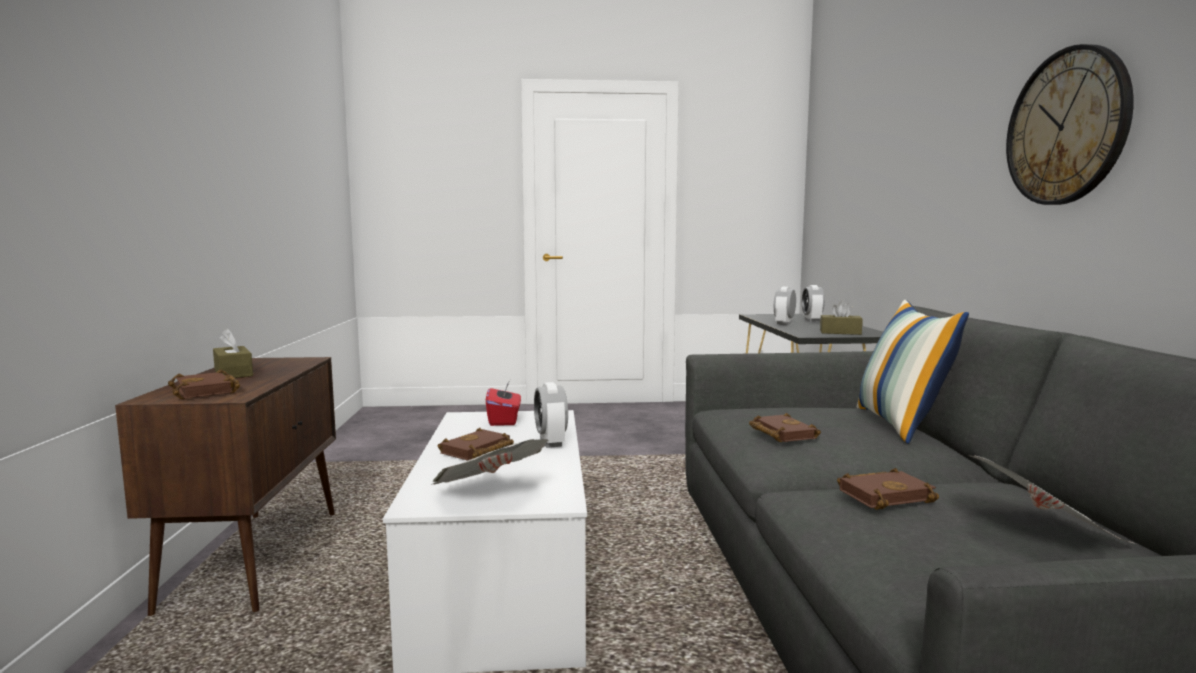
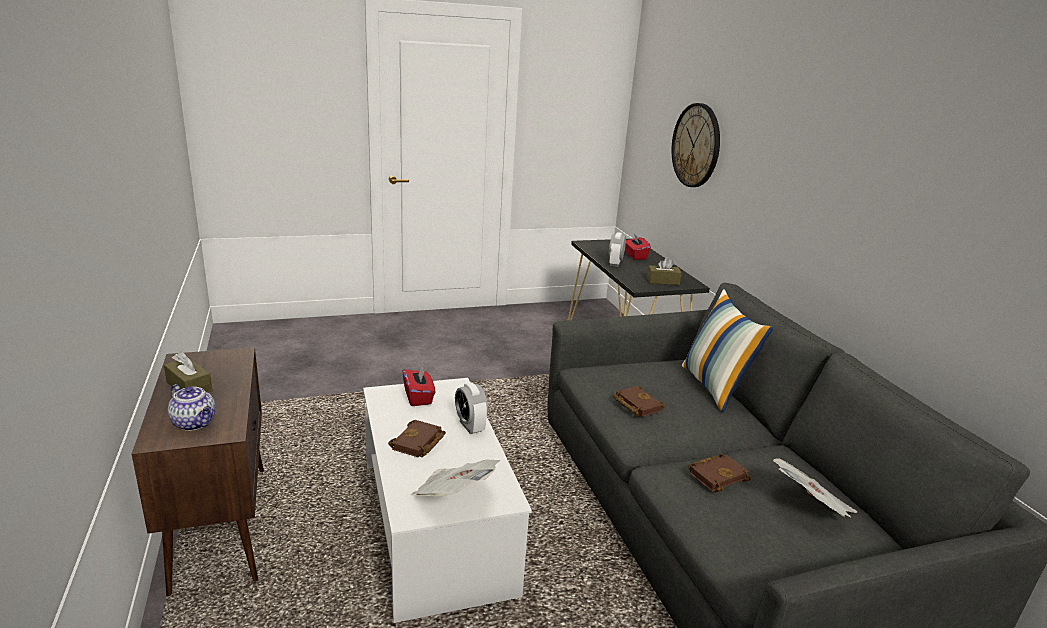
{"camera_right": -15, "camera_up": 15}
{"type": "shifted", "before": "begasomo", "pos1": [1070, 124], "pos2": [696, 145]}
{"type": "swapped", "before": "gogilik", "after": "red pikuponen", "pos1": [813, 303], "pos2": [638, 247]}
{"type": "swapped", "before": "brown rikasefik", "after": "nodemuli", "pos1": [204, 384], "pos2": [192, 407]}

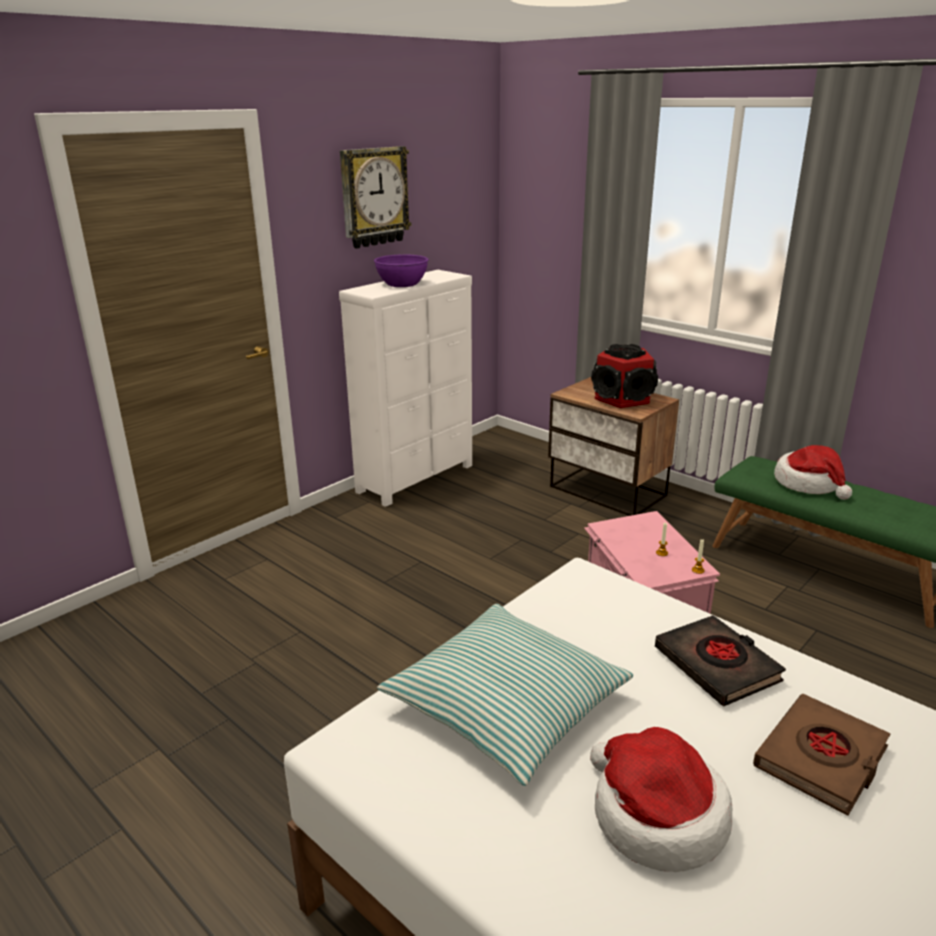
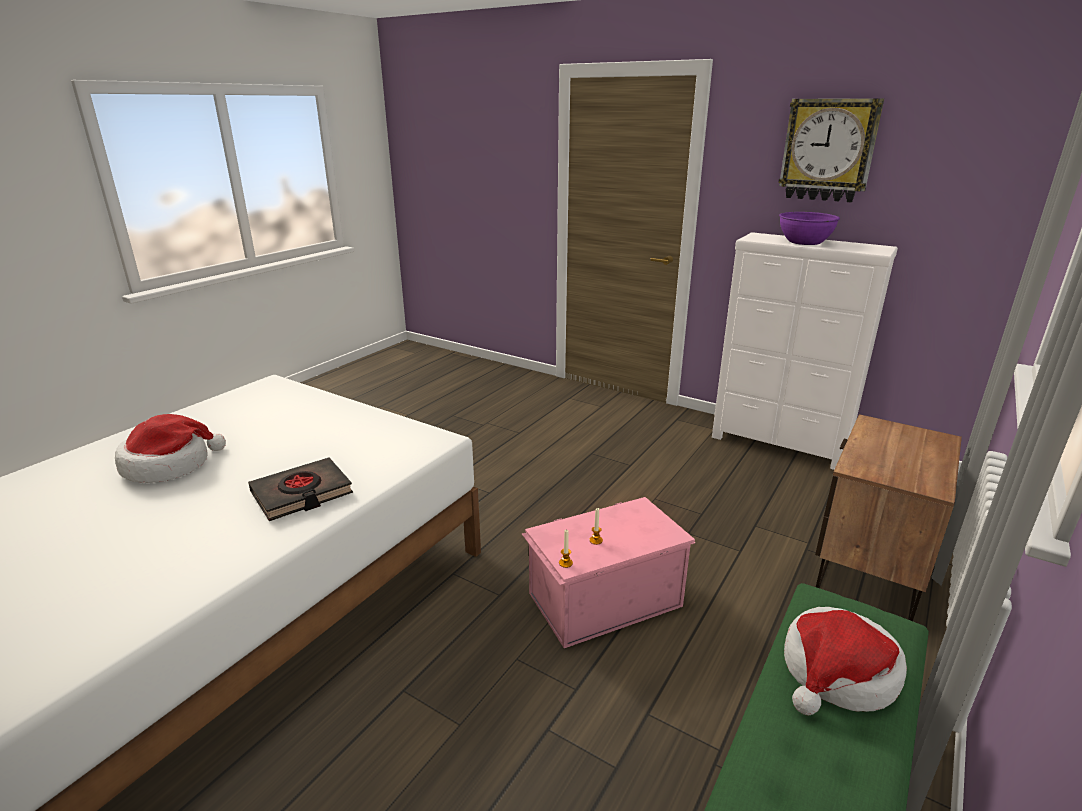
{"camera_right": 80, "camera_up": 0}
{"type": "gone", "before": "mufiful", "pos1": [624, 376]}
{"type": "gone", "before": "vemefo", "pos1": [505, 695]}
{"type": "gone", "before": "brown rikasefik", "pos1": [822, 754]}

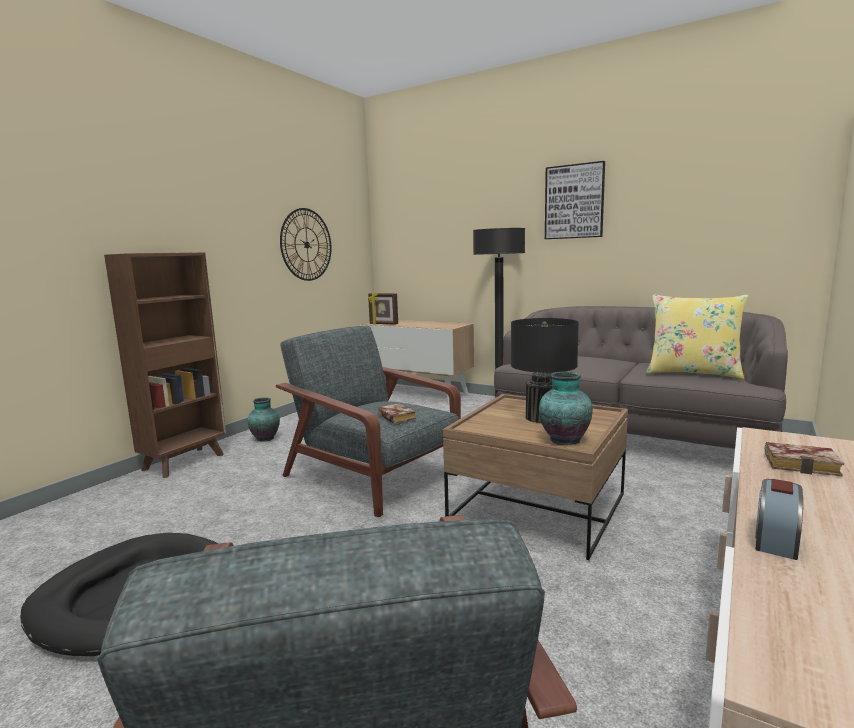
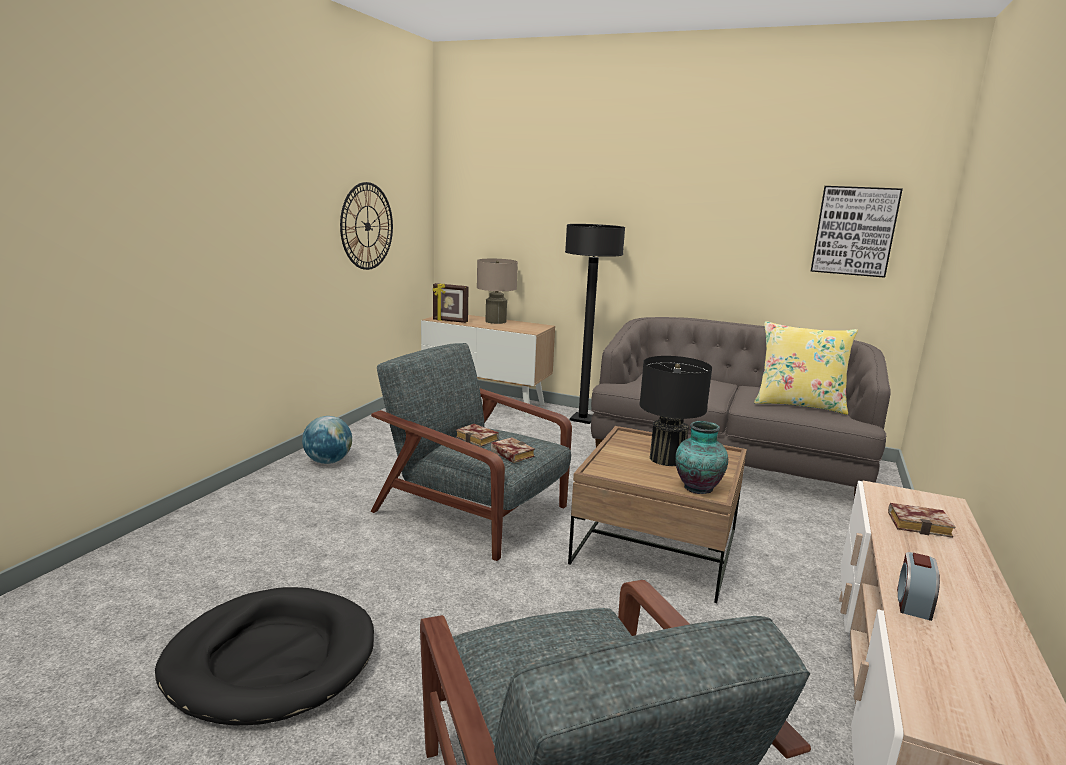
{"camera_right": -10, "camera_up": 5}
{"type": "shifted", "before": "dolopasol", "pos1": [575, 200], "pos2": [857, 232]}
{"type": "gone", "before": "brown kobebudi", "pos1": [165, 365]}
{"type": "swapped", "before": "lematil", "after": "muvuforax", "pos1": [263, 420], "pos2": [327, 440]}
{"type": "new", "after": "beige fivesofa", "pos2": [497, 291]}
{"type": "new", "after": "rikasefik", "pos2": [477, 435]}

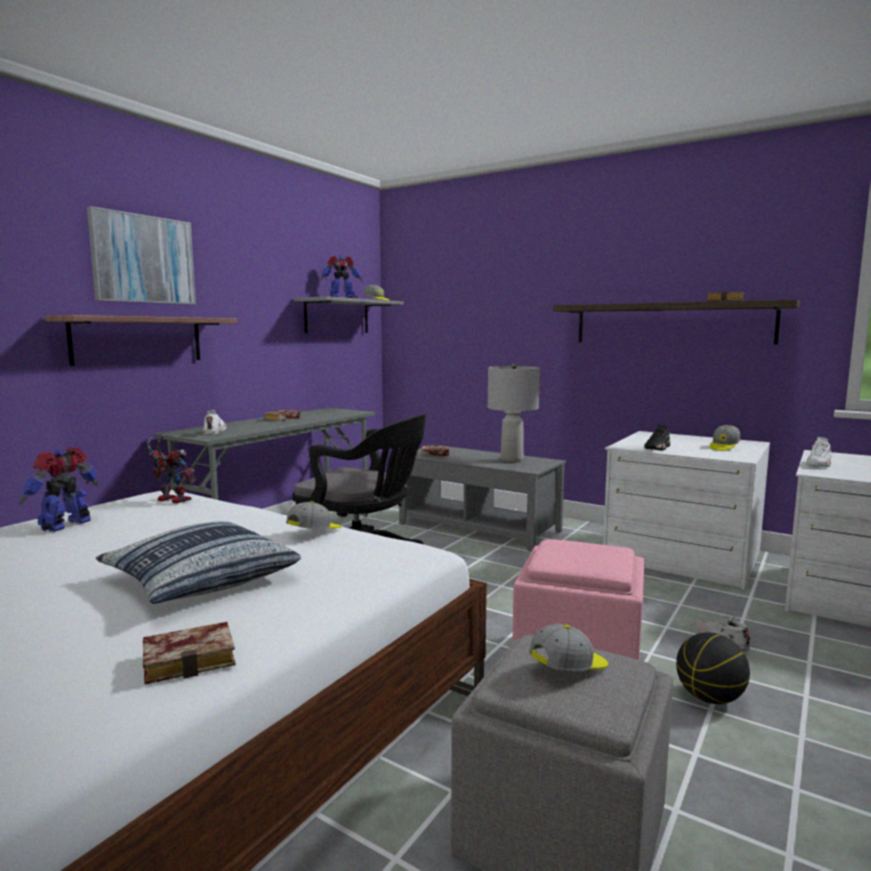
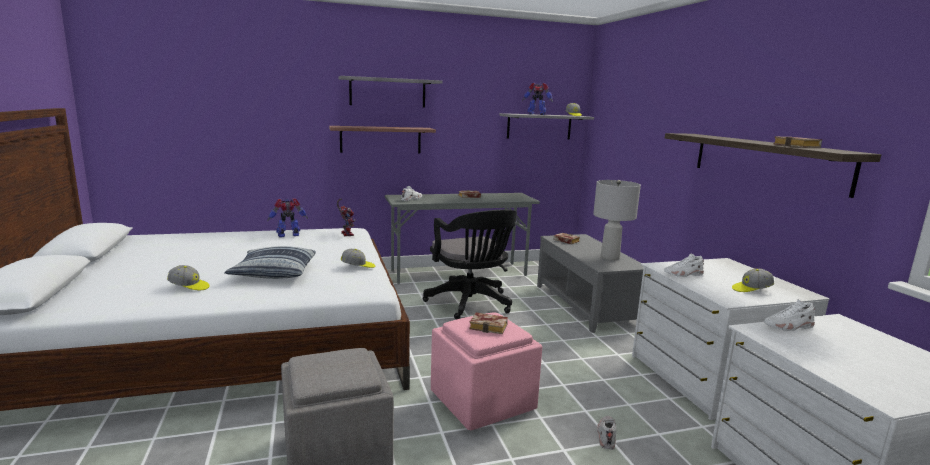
{"camera_right": 40, "camera_up": 5}
{"type": "swapped", "before": "dolopasol", "after": "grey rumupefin", "pos1": [141, 255], "pos2": [391, 92]}
{"type": "repainted", "before": "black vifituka", "after": "white vifituka", "pos1": [657, 437], "pos2": [684, 265]}
{"type": "shifted", "before": "rikasefik", "pos1": [189, 653], "pos2": [488, 323]}
{"type": "shifted", "before": "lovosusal", "pos1": [568, 648], "pos2": [188, 277]}
{"type": "gone", "before": "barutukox", "pos1": [713, 668]}

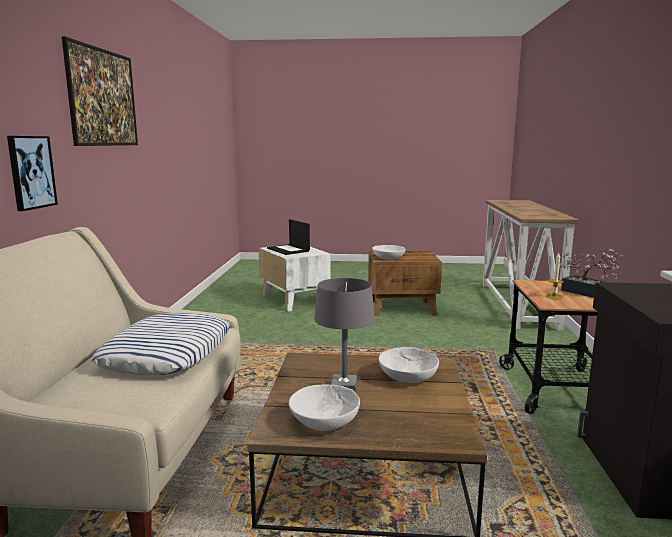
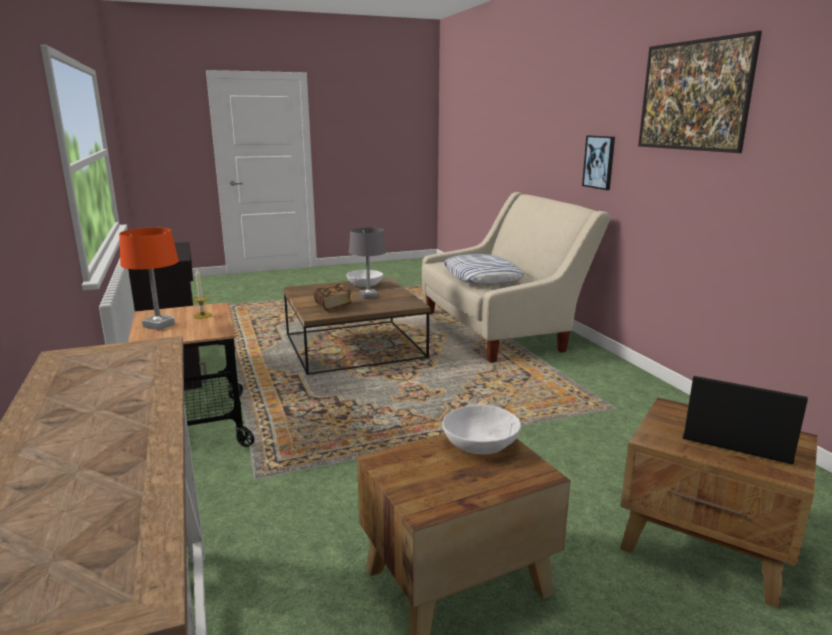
{"camera_right": 155, "camera_up": 5}
{"type": "repainted", "before": "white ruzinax", "after": "brown ruzinax", "pos1": [295, 279], "pos2": [719, 503]}
{"type": "swapped", "before": "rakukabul", "after": "orange fivesofa", "pos1": [591, 273], "pos2": [149, 279]}
{"type": "swapped", "before": "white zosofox", "after": "rikasefik", "pos1": [409, 365], "pos2": [333, 297]}

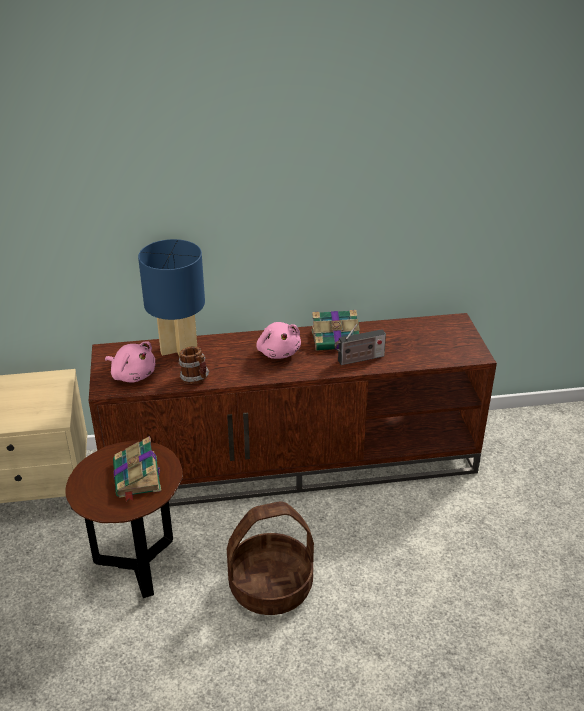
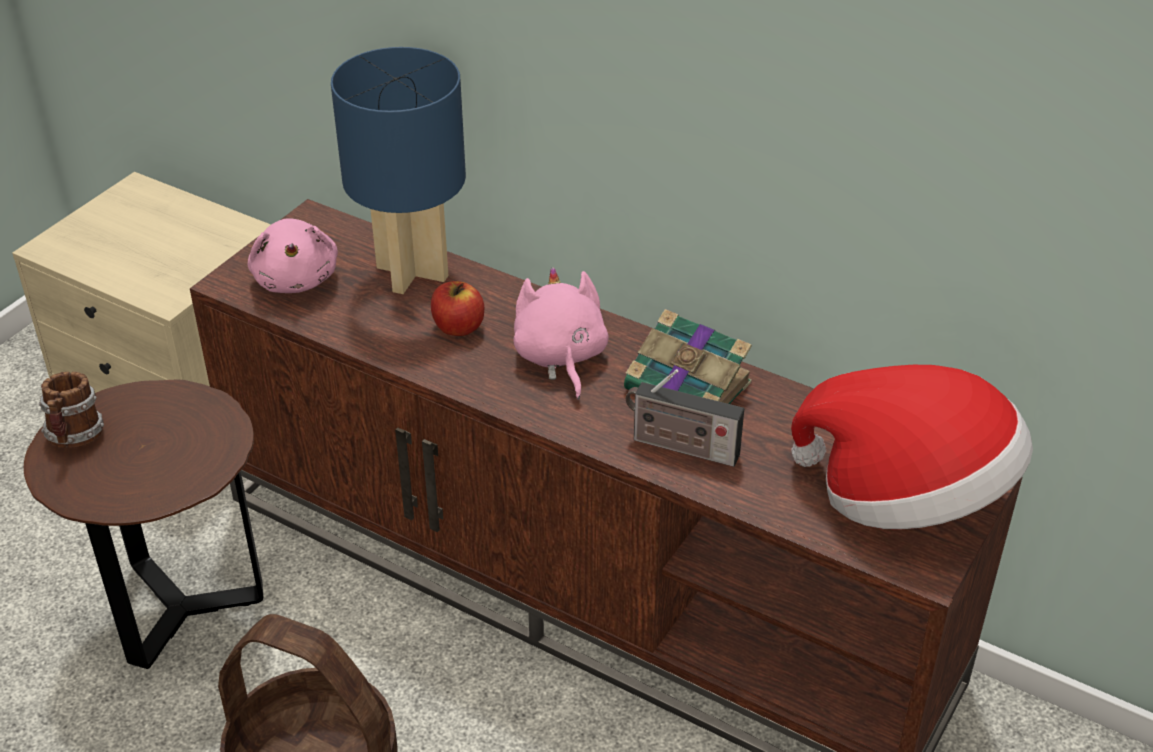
{"camera_right": 40, "camera_up": 5}
{"type": "rotated", "before": "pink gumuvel", "pos1": [278, 340], "pos2": [561, 333], "turn": 150}
{"type": "shifted", "before": "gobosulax", "pos1": [194, 365], "pos2": [71, 410]}
{"type": "gone", "before": "rikasefik", "pos1": [137, 469]}
{"type": "new", "after": "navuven", "pos2": [457, 308]}
{"type": "new", "after": "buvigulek", "pos2": [912, 447]}

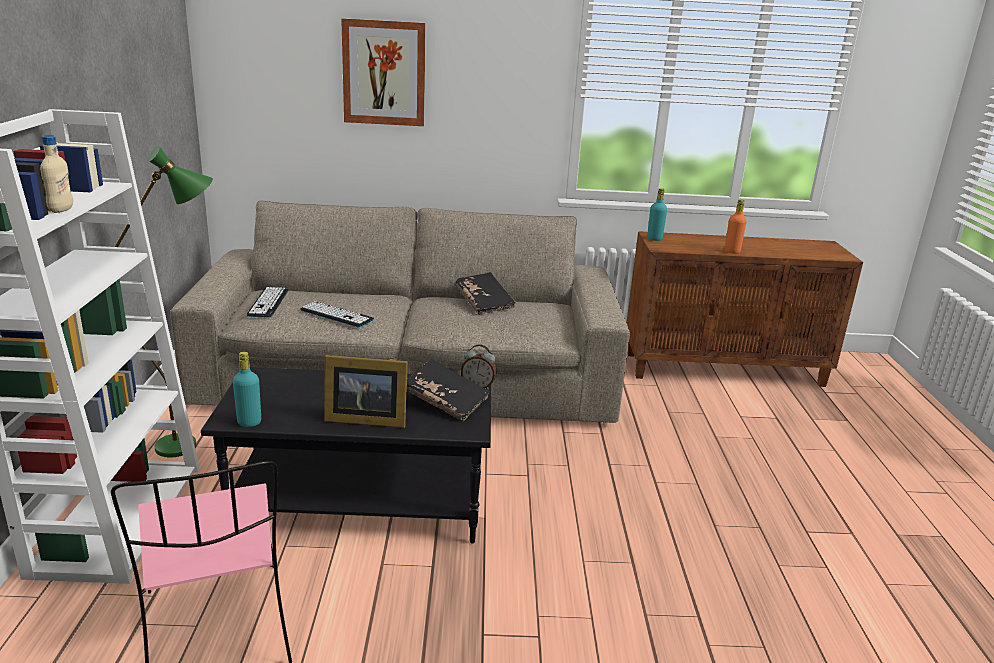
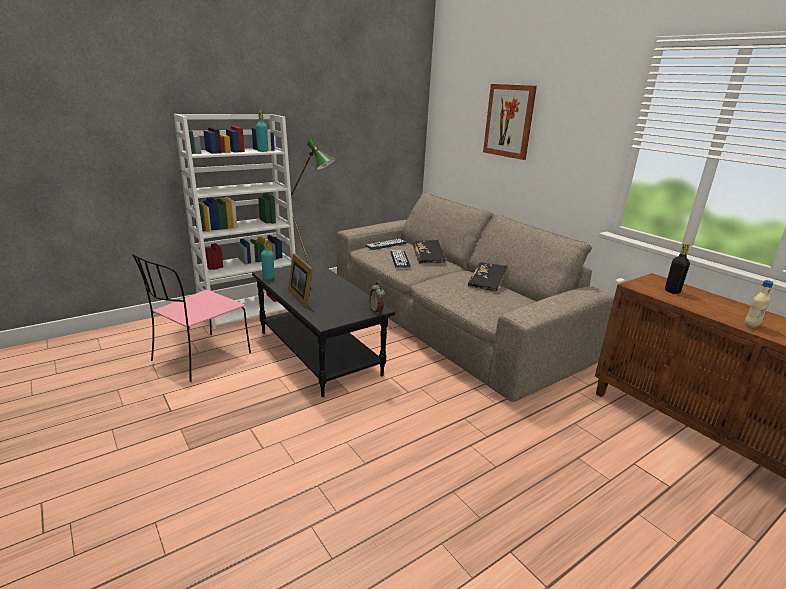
{"camera_right": 55, "camera_up": 0}
{"type": "shifted", "before": "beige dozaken", "pos1": [56, 174], "pos2": [759, 304]}
{"type": "shifted", "before": "turquoise dozaken", "pos1": [657, 214], "pos2": [262, 131]}
{"type": "gone", "before": "orange dozaken", "pos1": [736, 226]}
{"type": "shifted", "before": "black rikasefik", "pos1": [448, 390], "pos2": [429, 252]}
{"type": "new", "after": "black dozaken", "pos2": [677, 268]}

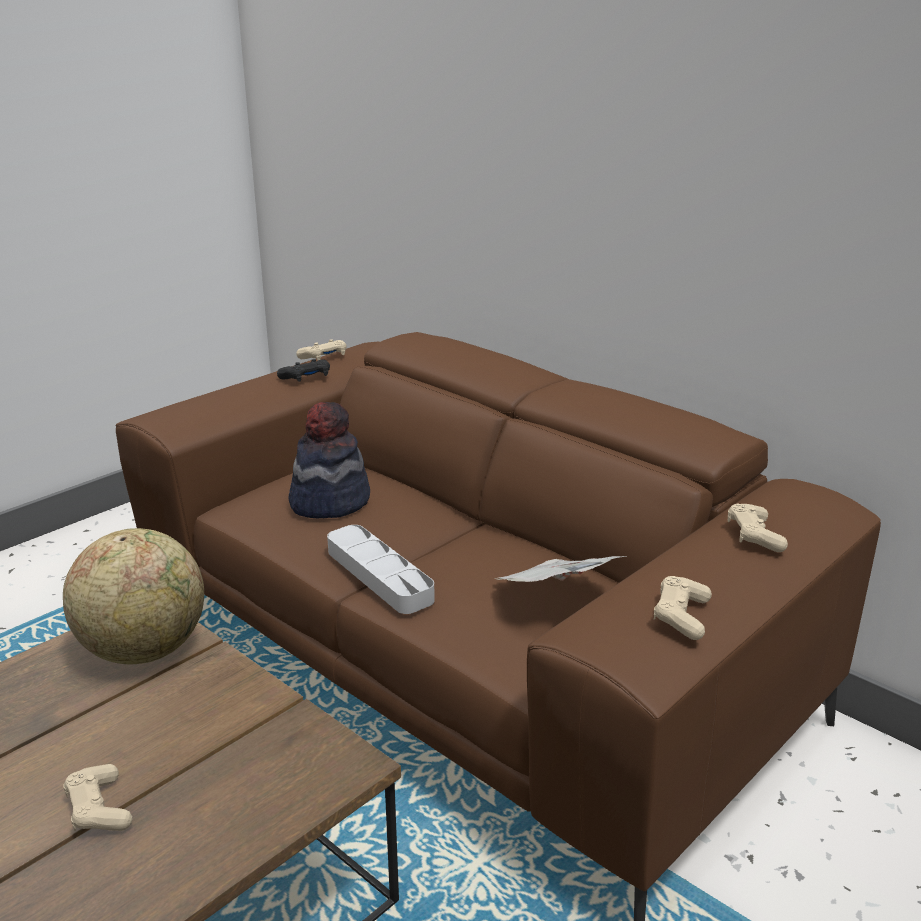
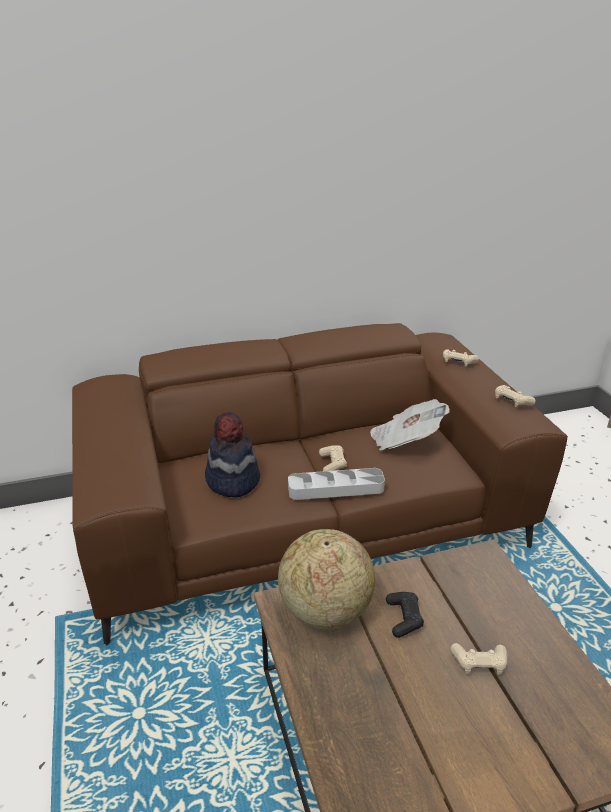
{"camera_right": -60, "camera_up": 5}
{"type": "shifted", "before": "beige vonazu", "pos1": [321, 349], "pos2": [333, 458]}
{"type": "shifted", "before": "black vonazu", "pos1": [303, 370], "pos2": [405, 615]}

